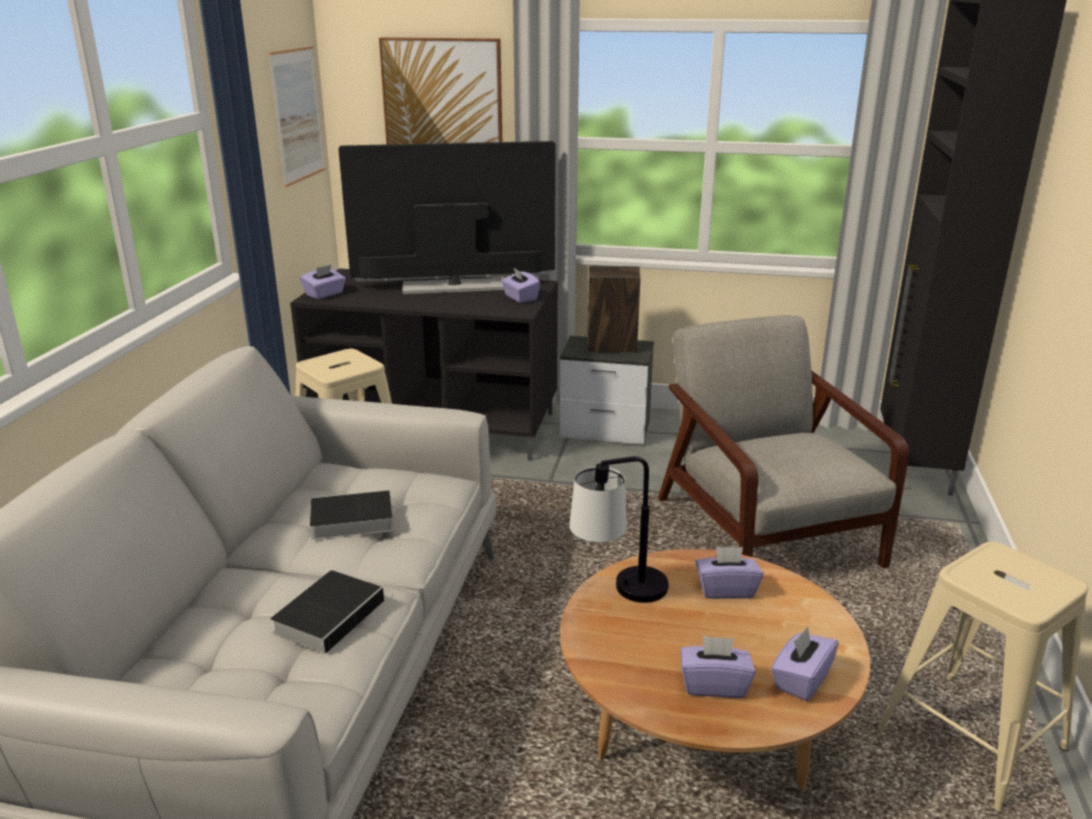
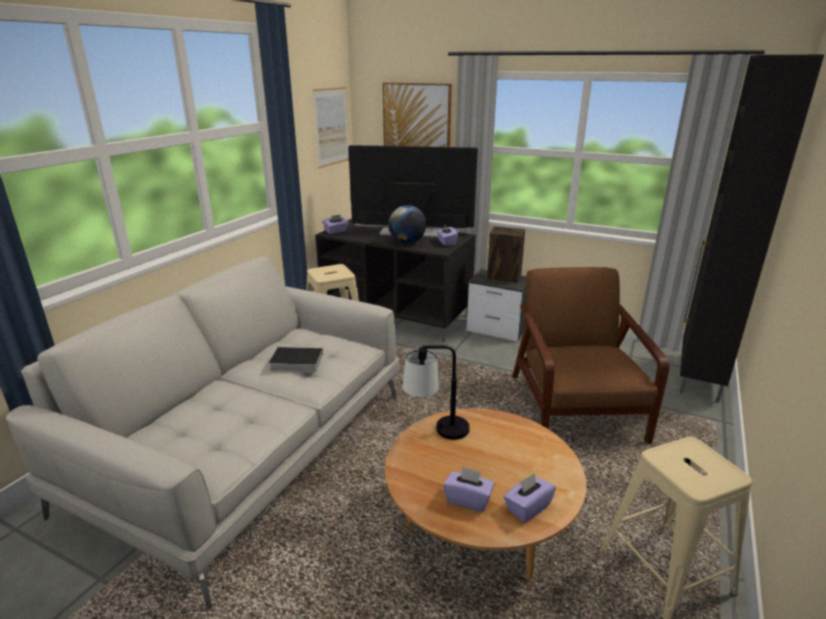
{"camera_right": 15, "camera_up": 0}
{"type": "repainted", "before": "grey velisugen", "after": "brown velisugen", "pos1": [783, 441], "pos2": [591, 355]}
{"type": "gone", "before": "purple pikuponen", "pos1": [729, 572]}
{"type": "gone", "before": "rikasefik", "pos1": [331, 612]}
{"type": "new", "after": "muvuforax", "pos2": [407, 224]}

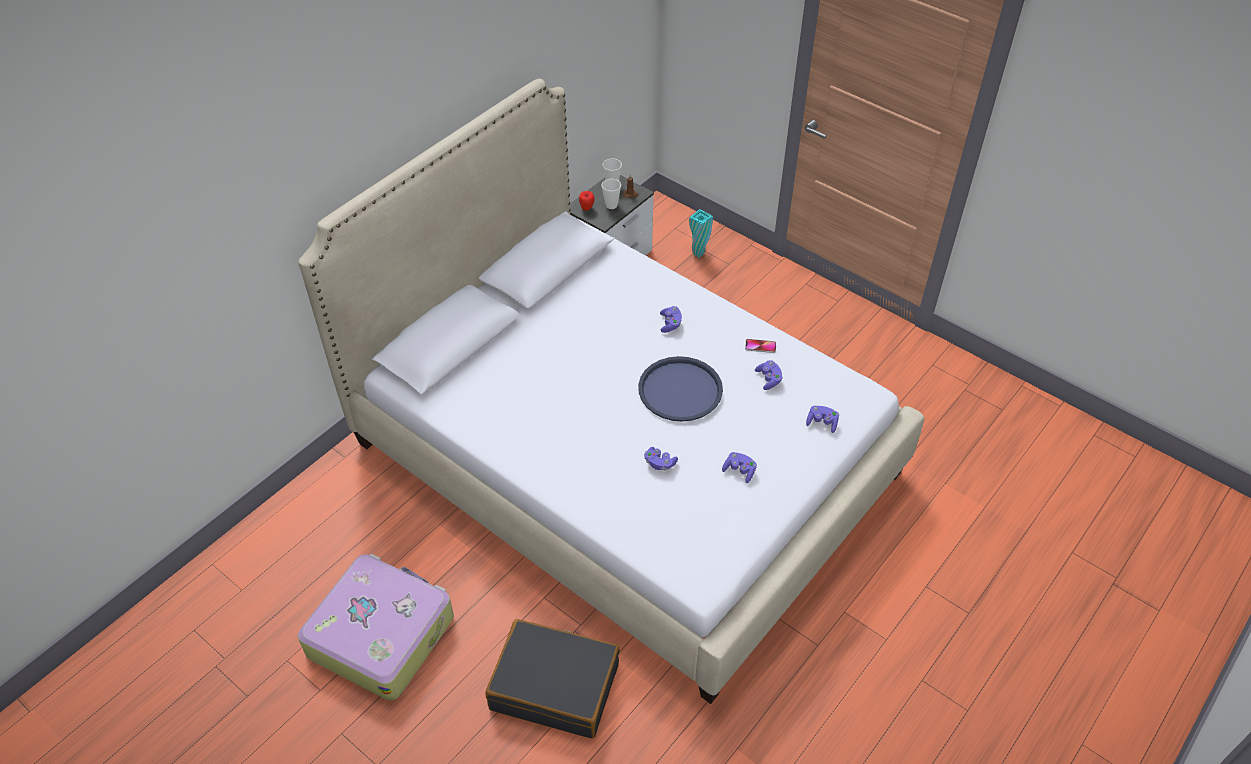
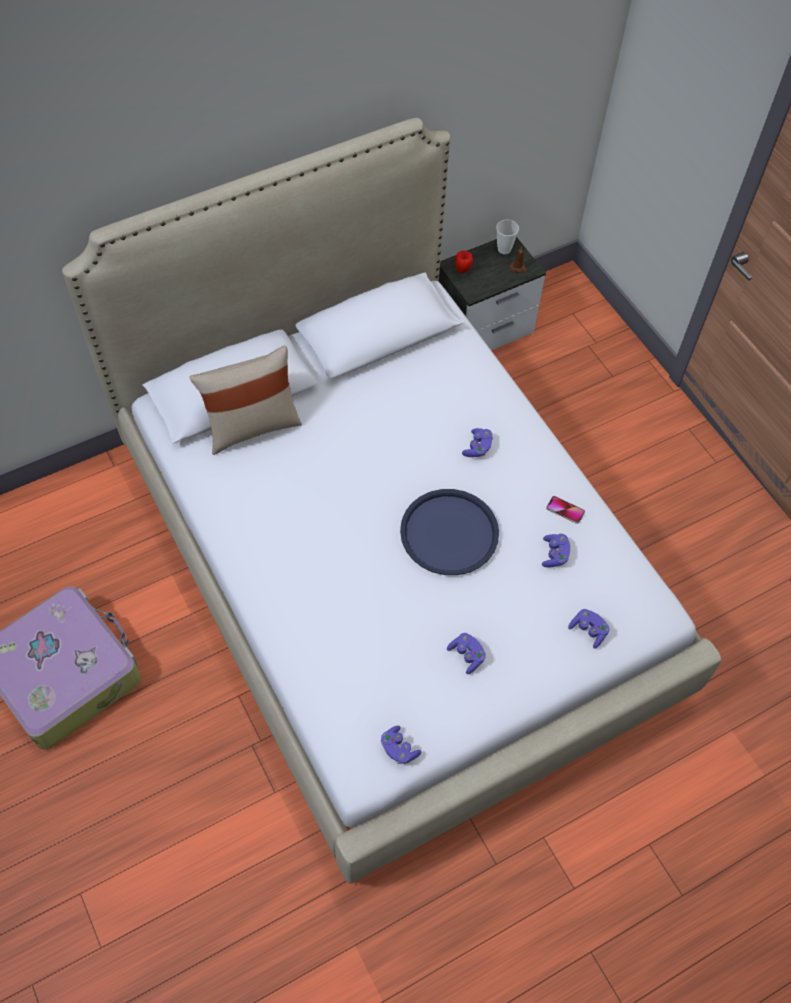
{"camera_right": 20, "camera_up": 10}
{"type": "gone", "before": "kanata", "pos1": [611, 194]}
{"type": "gone", "before": "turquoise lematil", "pos1": [701, 233]}
{"type": "shifted", "before": "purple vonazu", "pos1": [661, 458], "pos2": [401, 744]}
{"type": "gone", "before": "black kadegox", "pos1": [552, 679]}
{"type": "new", "after": "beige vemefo", "pos2": [245, 400]}

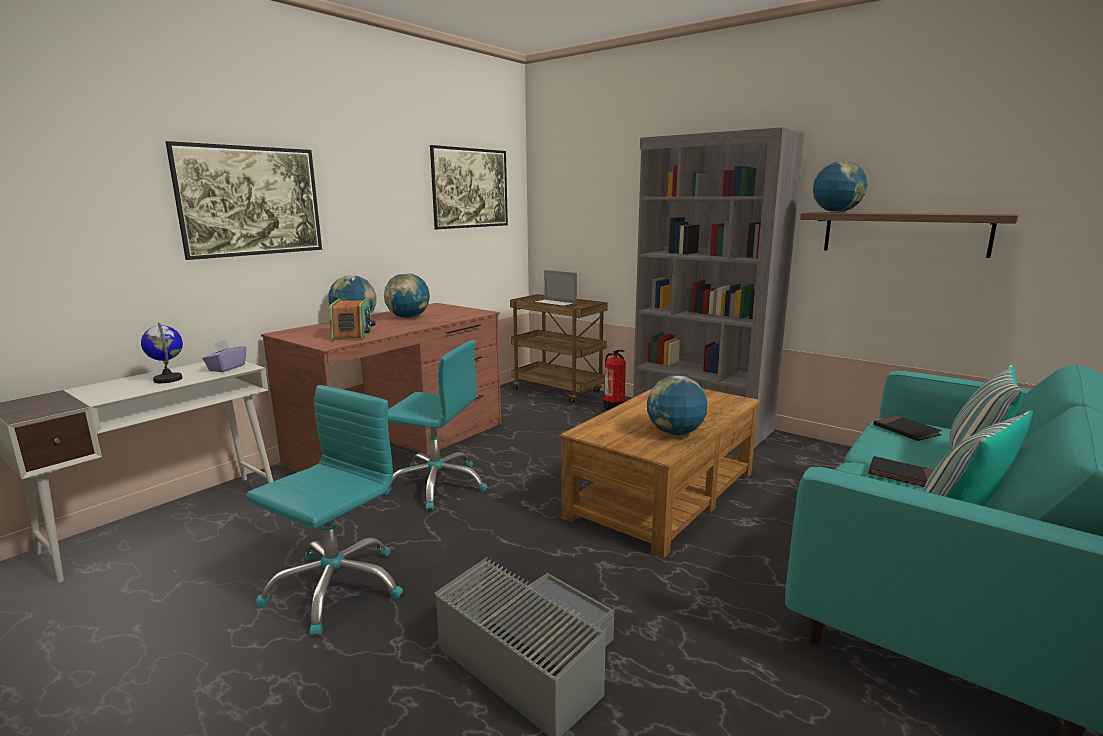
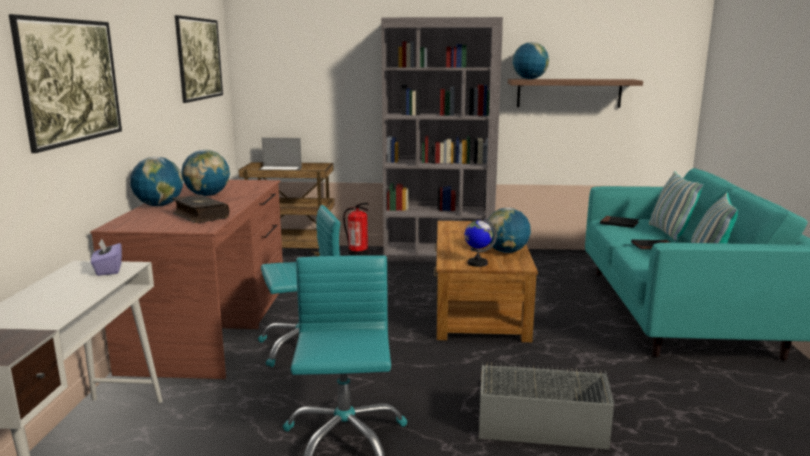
{"camera_right": -35, "camera_up": 0}
{"type": "swapped", "before": "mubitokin", "after": "rikasefik", "pos1": [352, 319], "pos2": [201, 209]}
{"type": "shifted", "before": "muvuforax", "pos1": [162, 353], "pos2": [481, 242]}

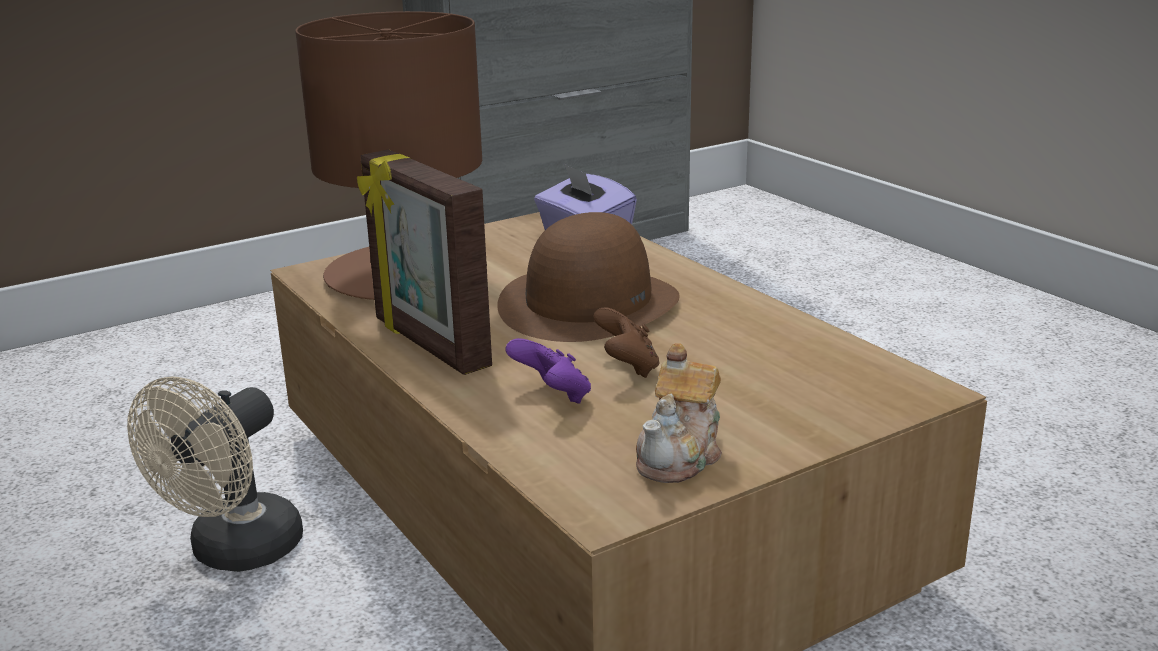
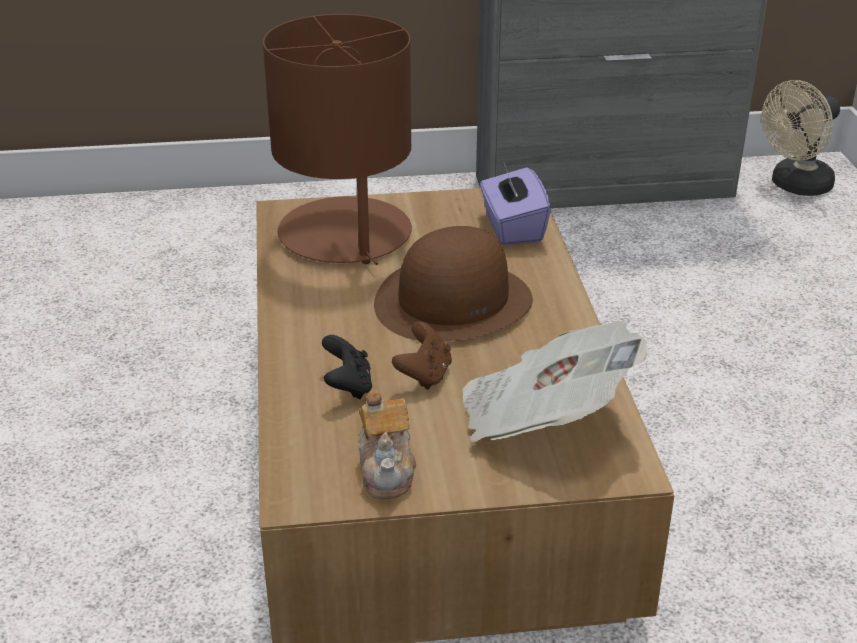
{"camera_right": 25, "camera_up": 10}
{"type": "gone", "before": "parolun", "pos1": [424, 262]}
{"type": "repainted", "before": "purple vonazu", "after": "black vonazu", "pos1": [548, 371], "pos2": [347, 367]}
{"type": "rotated", "before": "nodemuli", "pos1": [679, 413], "pos2": [387, 445], "turn": -60}
{"type": "shifted", "before": "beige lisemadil", "pos1": [215, 474], "pos2": [800, 138]}
{"type": "new", "after": "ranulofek", "pos2": [554, 381]}

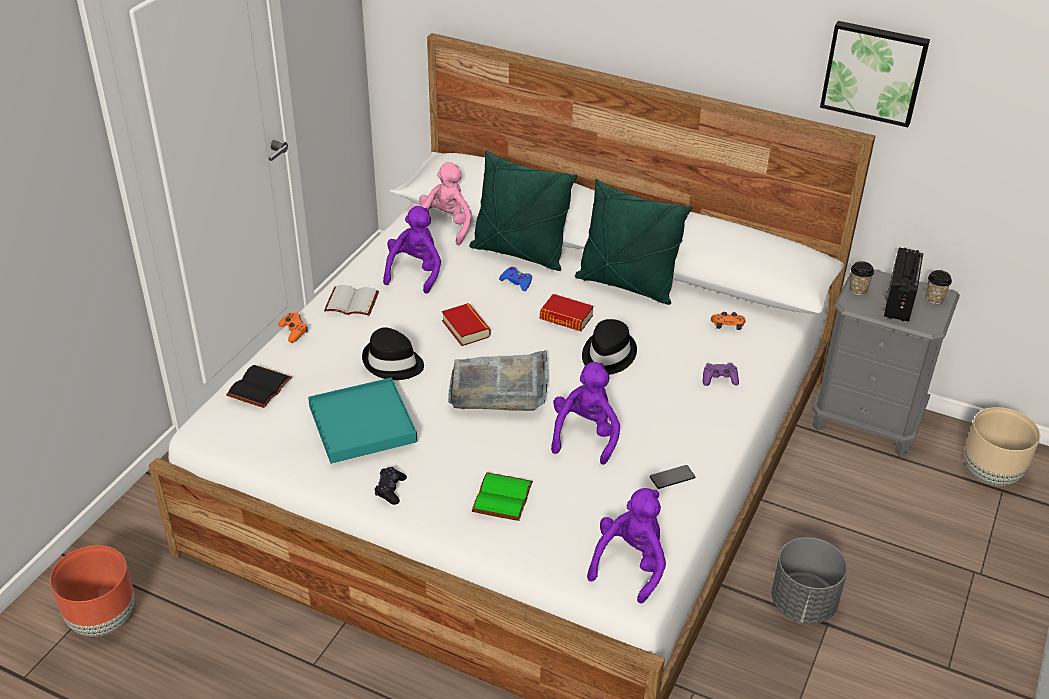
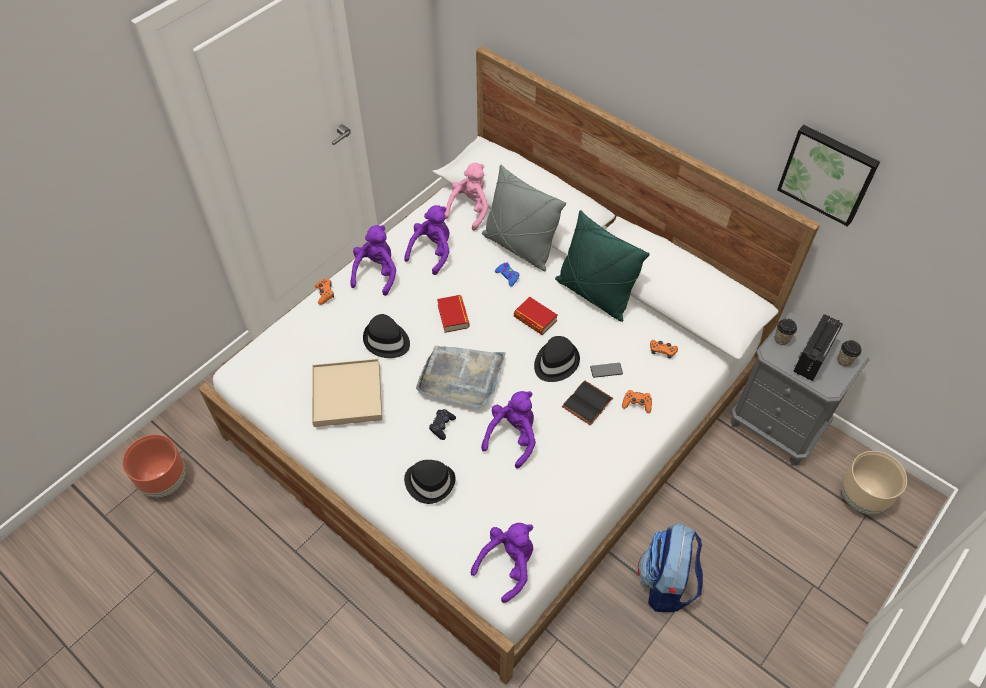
{"camera_right": 15, "camera_up": 15}
{"type": "repainted", "before": "green vemefo", "after": "grey vemefo", "pos1": [523, 210], "pos2": [524, 218]}
{"type": "swapped", "before": "white rikasefik", "after": "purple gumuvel", "pos1": [351, 300], "pos2": [373, 260]}
{"type": "repainted", "before": "purple vonazu", "after": "orange vonazu", "pos1": [721, 374], "pos2": [637, 401]}
{"type": "shifted", "before": "black rikasefik", "pos1": [259, 386], "pos2": [587, 403]}
{"type": "repainted", "before": "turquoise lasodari", "after": "beige lasodari", "pos1": [362, 421], "pos2": [347, 393]}
{"type": "shifted", "before": "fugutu", "pos1": [672, 477], "pos2": [606, 370]}
{"type": "shifted", "before": "black vonazu", "pos1": [391, 486], "pos2": [442, 424]}
{"type": "swapped", "before": "green rikasefik", "after": "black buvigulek", "pos1": [502, 496], "pos2": [430, 482]}
{"type": "swapped", "before": "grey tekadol", "after": "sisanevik", "pos1": [810, 580], "pos2": [670, 567]}

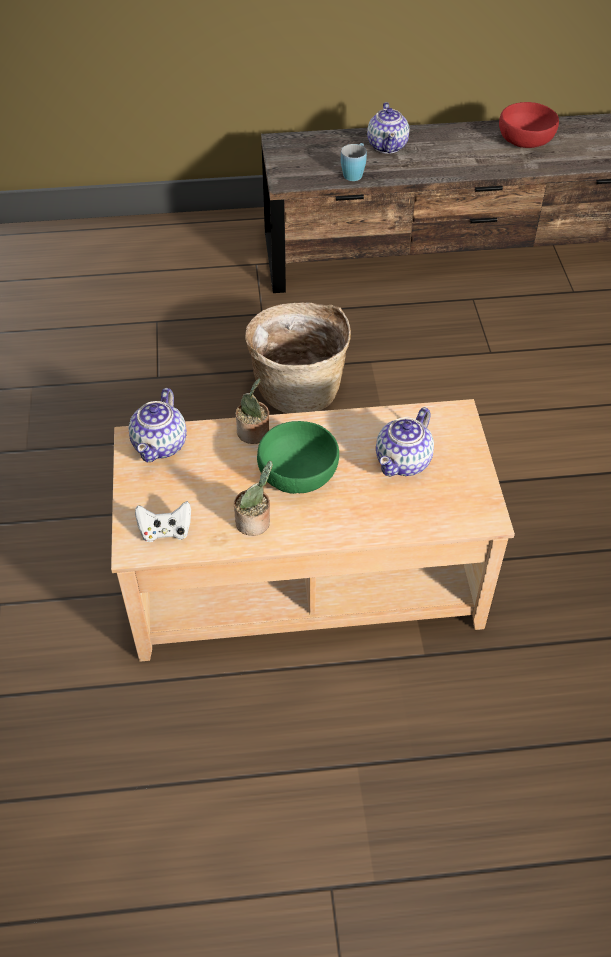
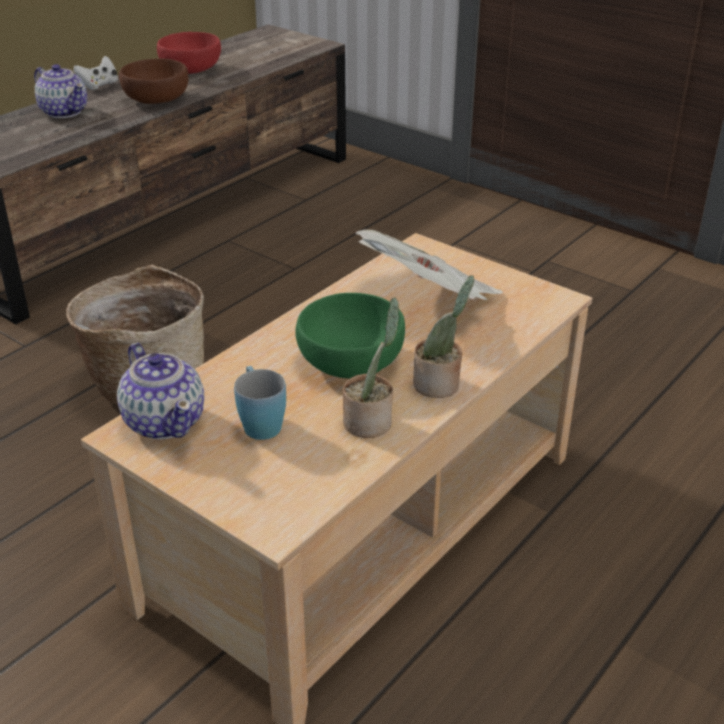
{"camera_right": -45, "camera_up": -15}
{"type": "shifted", "before": "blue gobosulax", "pos1": [354, 162], "pos2": [260, 403]}
{"type": "shifted", "before": "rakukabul", "pos1": [252, 411], "pos2": [443, 336]}
{"type": "swapped", "before": "nodemuli", "after": "ranulofek", "pos1": [405, 441], "pos2": [429, 264]}
{"type": "shifted", "before": "white vonazu", "pos1": [163, 521], "pos2": [95, 73]}
{"type": "new", "after": "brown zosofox", "pos2": [153, 81]}

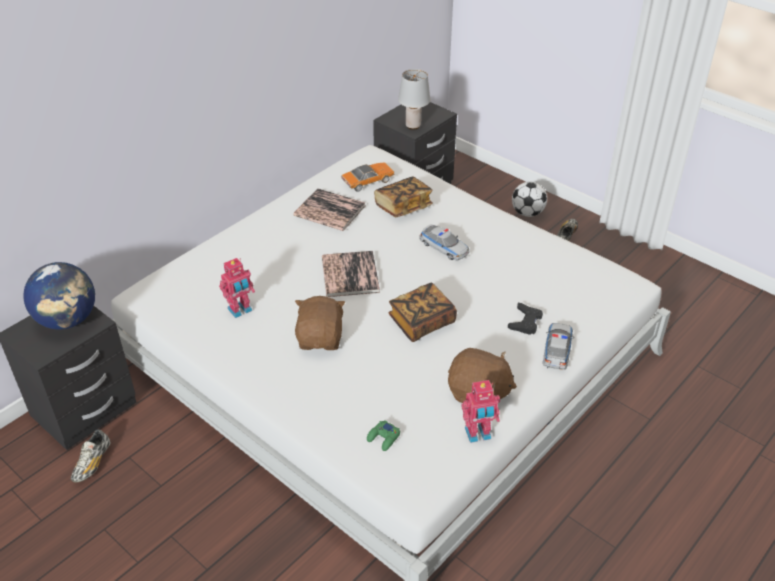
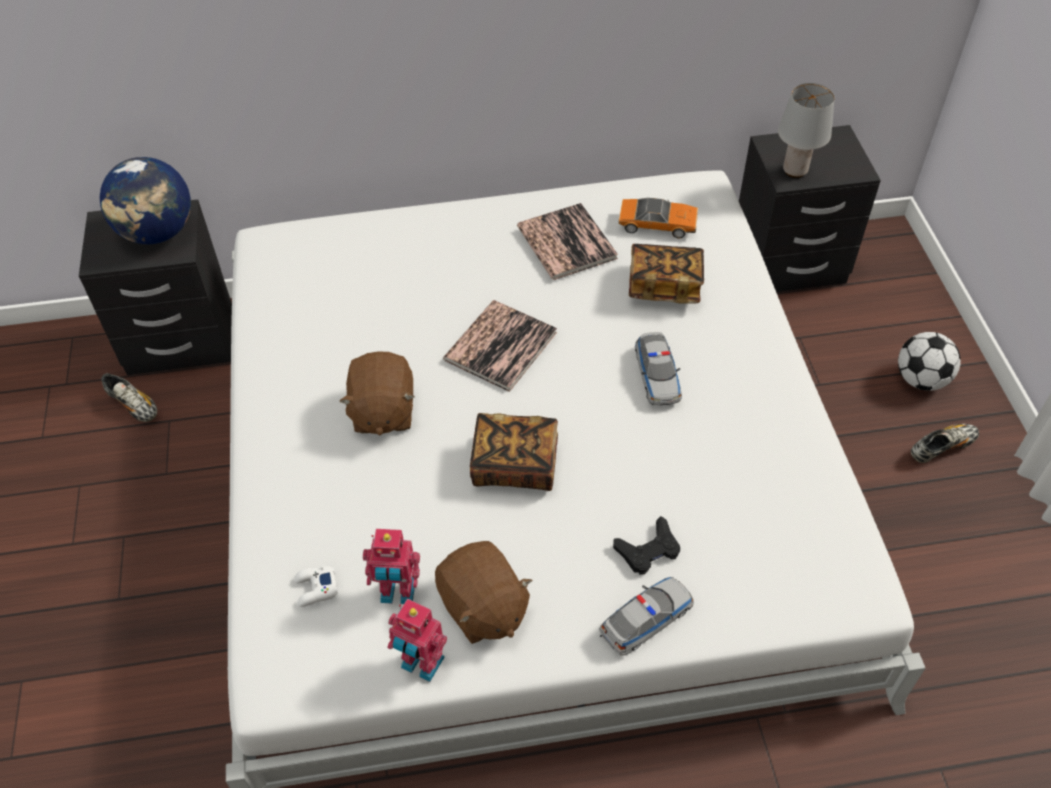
{"camera_right": 40, "camera_up": 10}
{"type": "shifted", "before": "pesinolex", "pos1": [237, 288], "pos2": [391, 566]}
{"type": "rotated", "before": "brown gumuvel", "pos1": [320, 323], "pos2": [377, 393], "turn": 135}
{"type": "repainted", "before": "green vonazu", "after": "white vonazu", "pos1": [383, 436], "pos2": [316, 586]}
{"type": "rotated", "before": "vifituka", "pos1": [90, 456], "pos2": [129, 397], "turn": -105}

